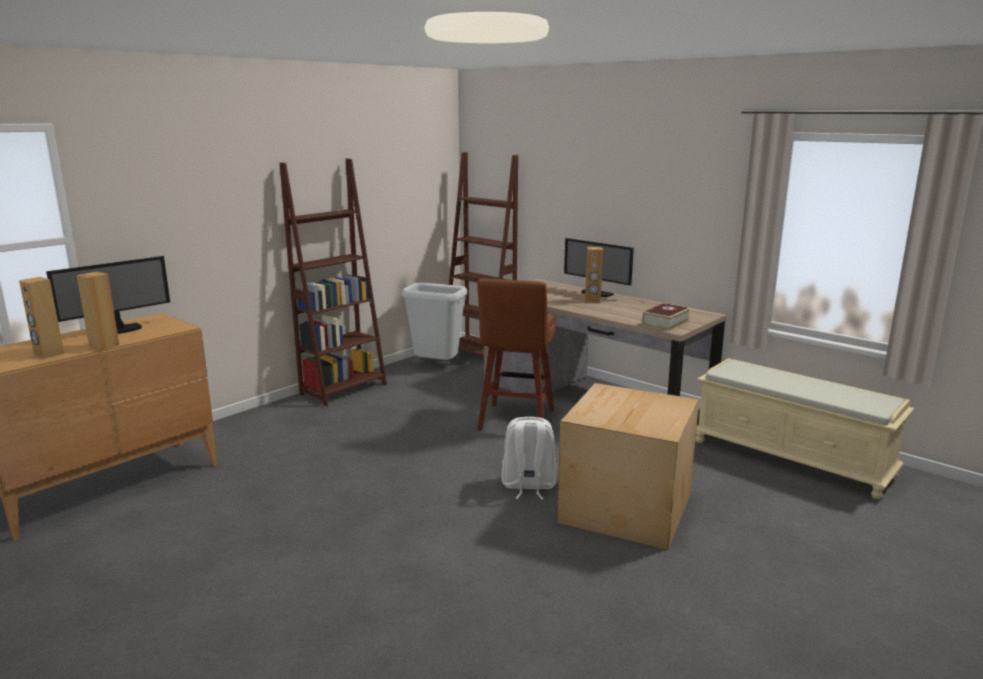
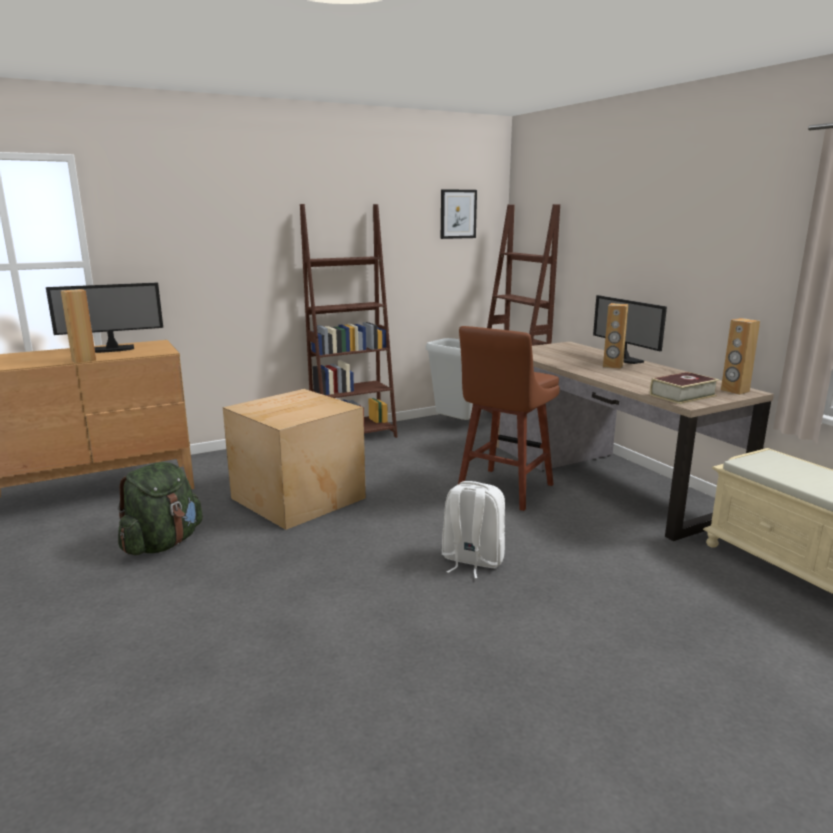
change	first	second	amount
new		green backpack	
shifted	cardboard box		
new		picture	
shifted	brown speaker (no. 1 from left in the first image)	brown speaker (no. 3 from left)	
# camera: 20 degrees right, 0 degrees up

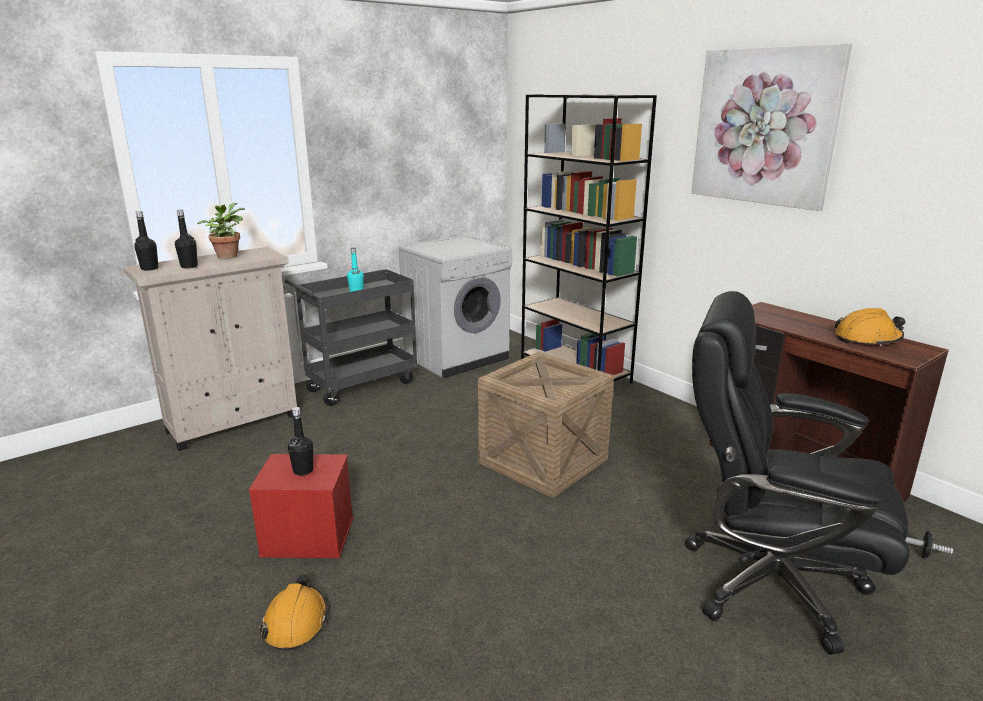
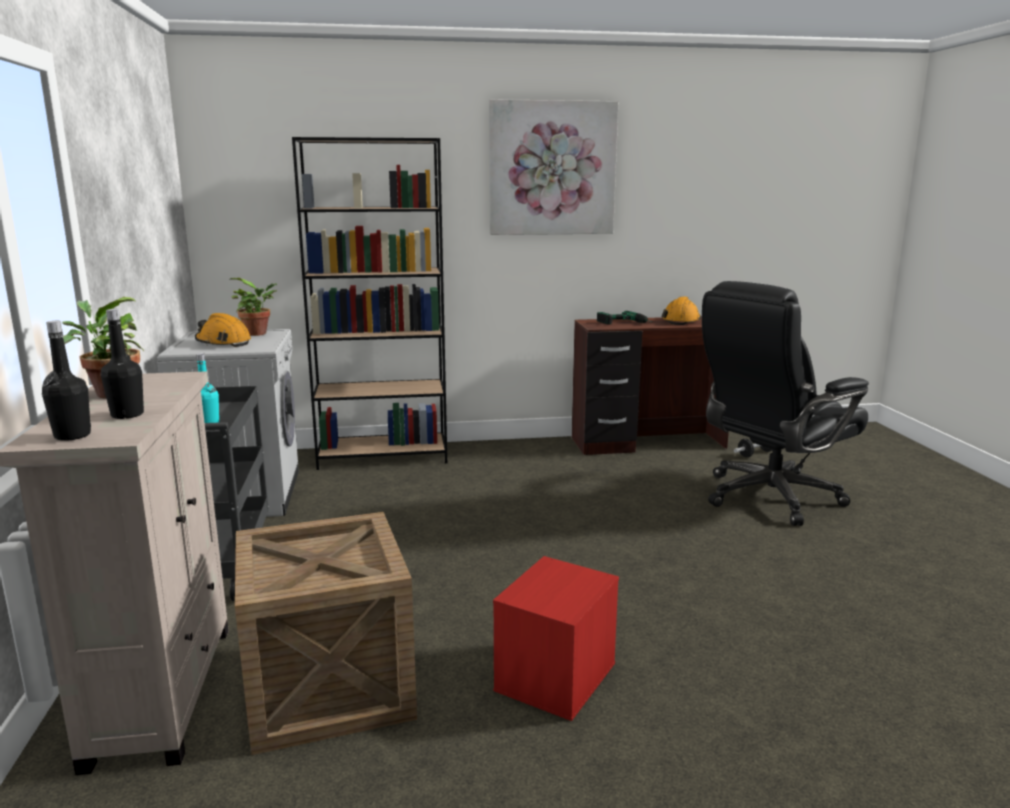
change	first	second	amount
shifted	orange hard hat (no. 1 from left)		
new		potted plant (no. 2 from left)	
shifted	crate		
new		power drill	
gone	black bottle (no. 3 from left)		
# camera: 60 degrees left, 5 degrees down

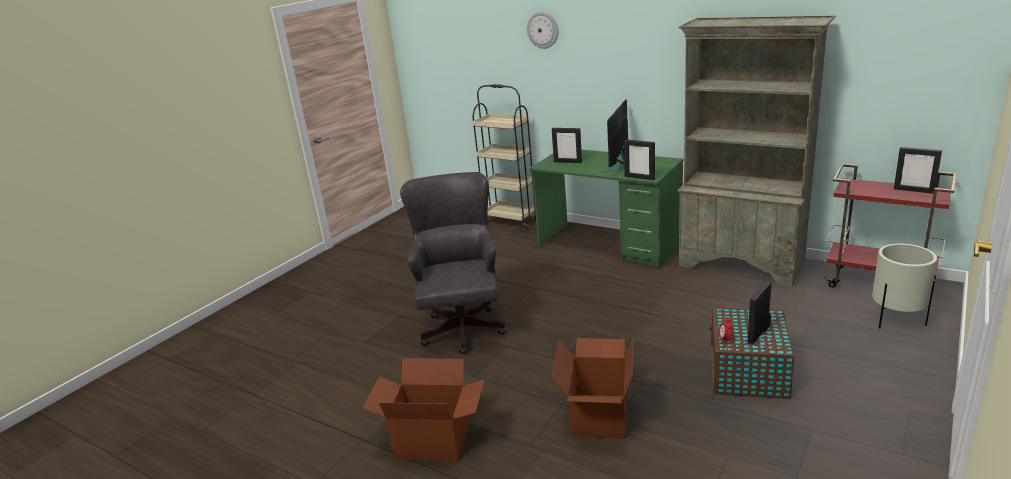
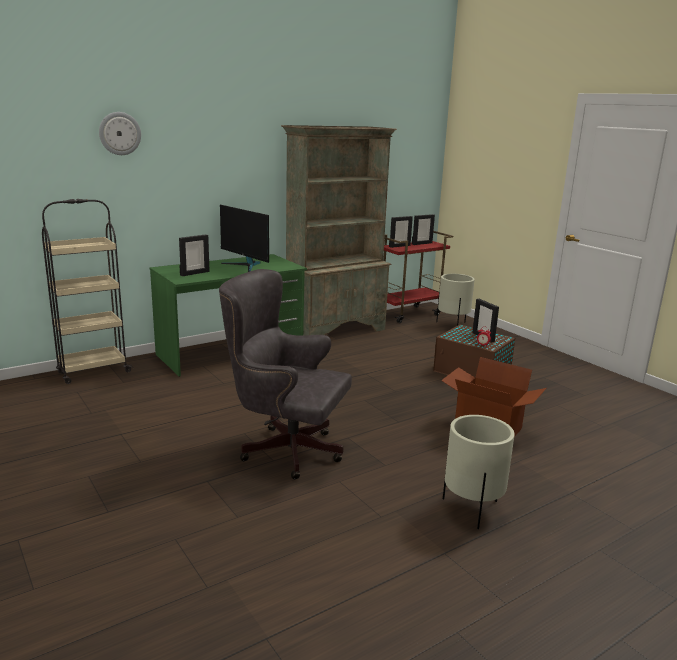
change	first	second	amount
shifted	picture frame (no. 2 from left)		
swapped	cardboard box (no. 1 from left)	beige planter (no. 2 from left)	
# camera: 70 degrees left, 5 degrees down

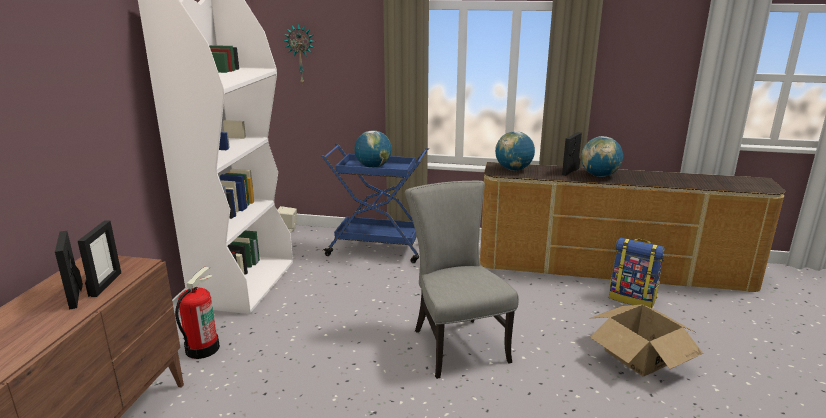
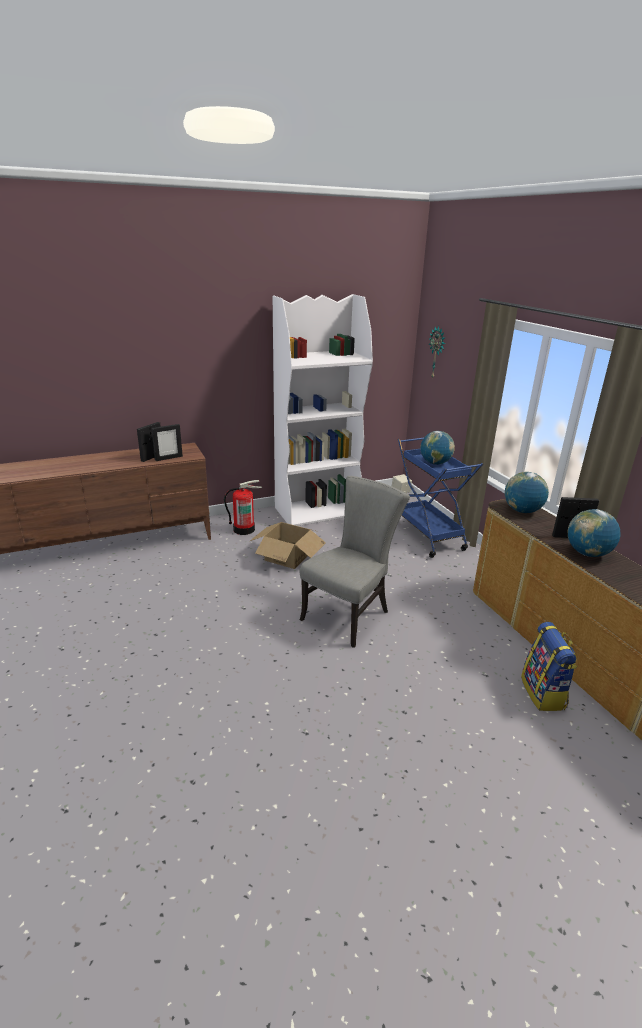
change	first	second	amount
shifted	cardboard box		
# camera: 55 degrees right, 5 degrees up

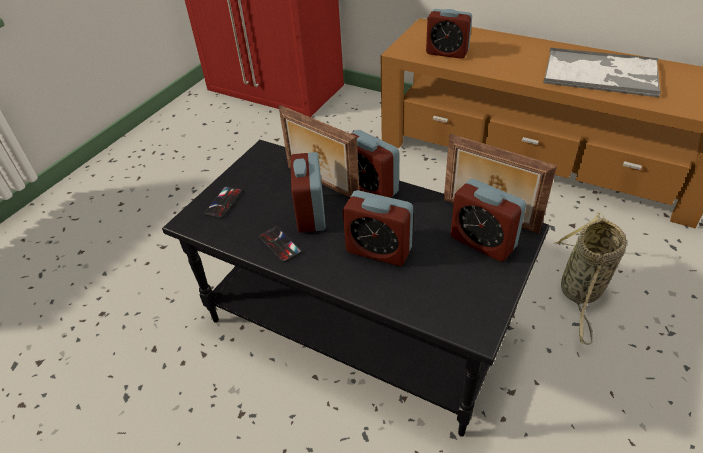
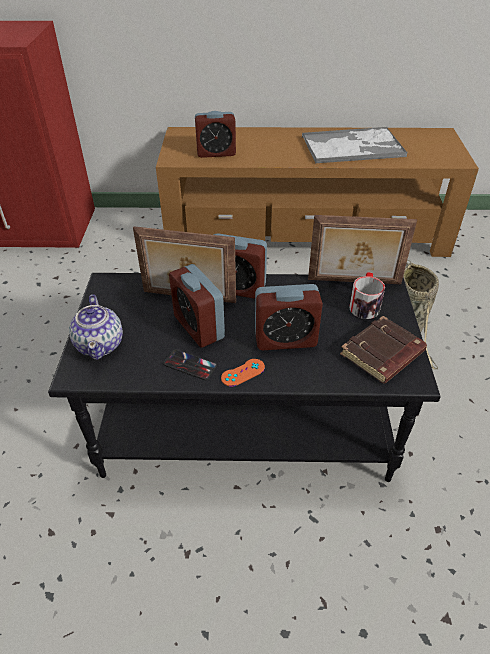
change	first	second	amount
swapped	phone (no. 1 from left)	teapot	
new		orange game controller	
new		brown book	
swapped	alarm clock (no. 5 from left)	mug	
# camera: 30 degrees left, 0 degrees up

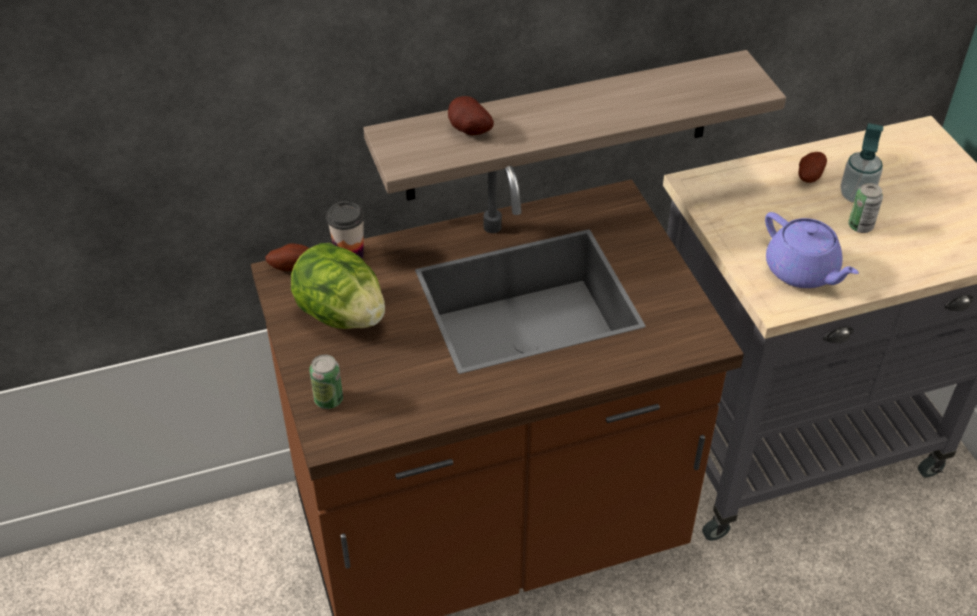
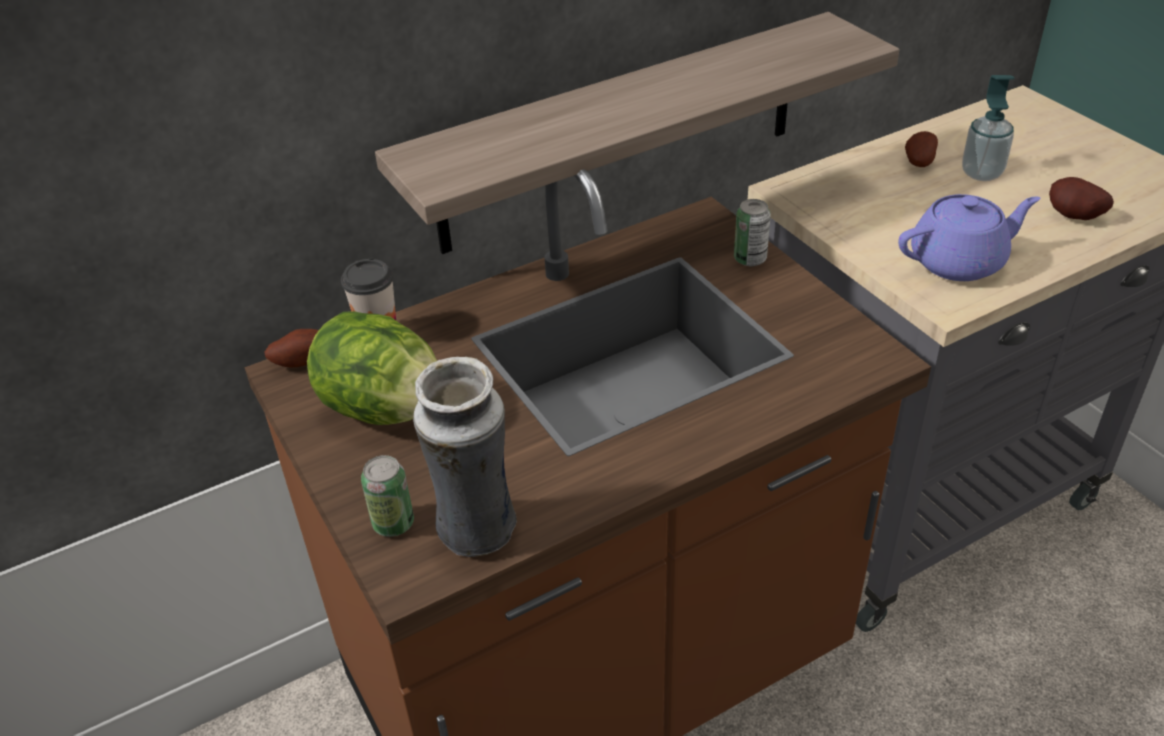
change	first	second	amount
new		vase	
shifted	can (no. 2 from left)		
rotated	purple teapot		60 degrees counterclockwise
shifted	potato (no. 2 from left in the first image)	potato (no. 3 from left)	
# camera: 10 degrees left, 5 degrees down

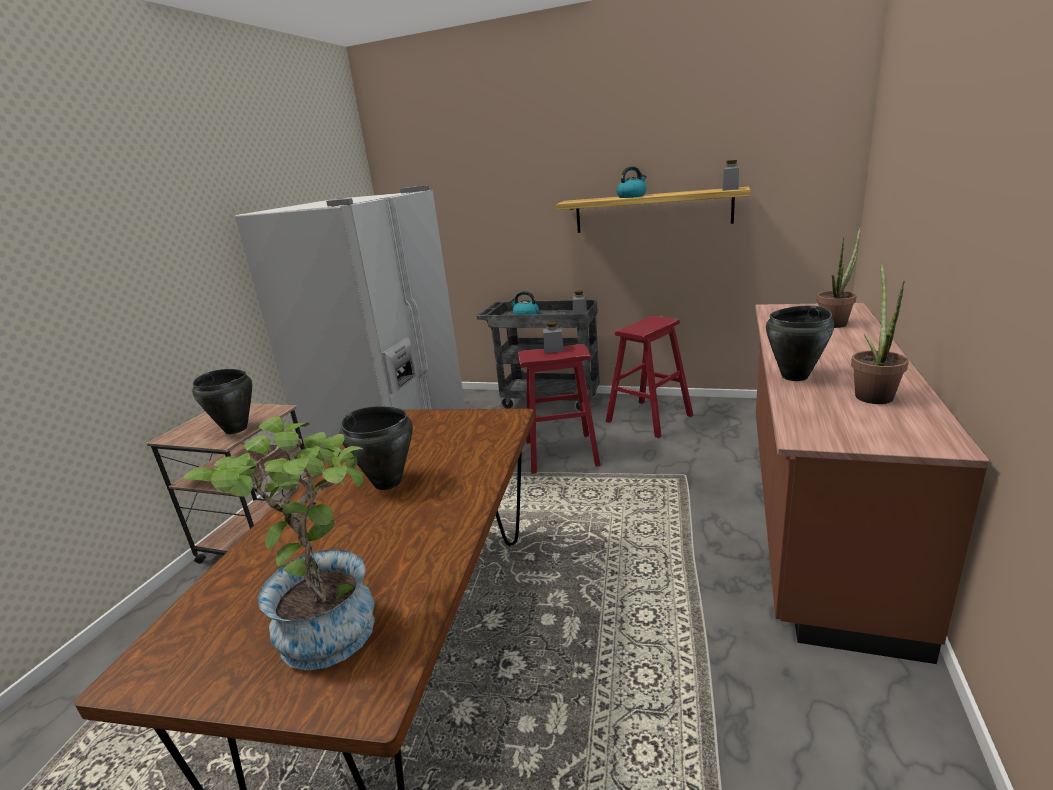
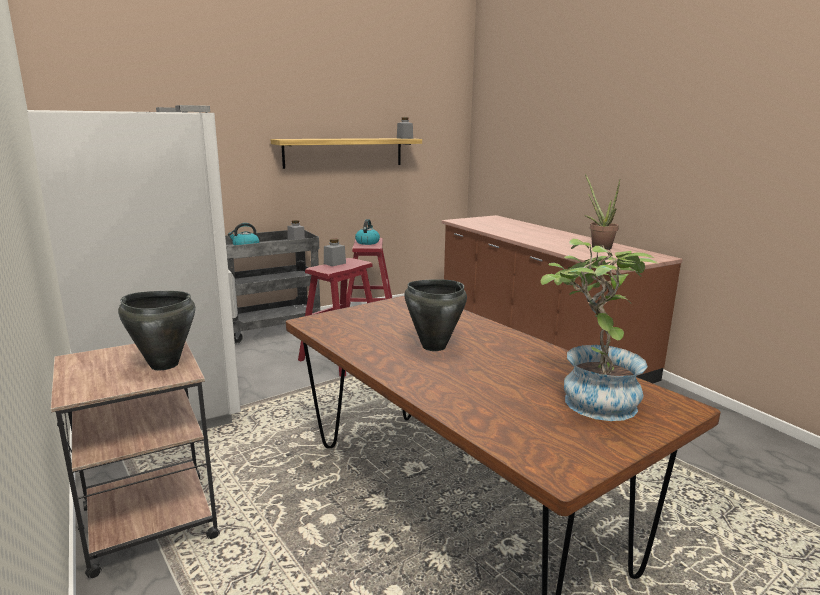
change	first	second	amount
shifted	kettle (no. 2 from left)		
gone	black cooking pot (no. 3 from left)		
gone	potted plant (no. 2 from left)		
# camera: 50 degrees left, 5 degrees down

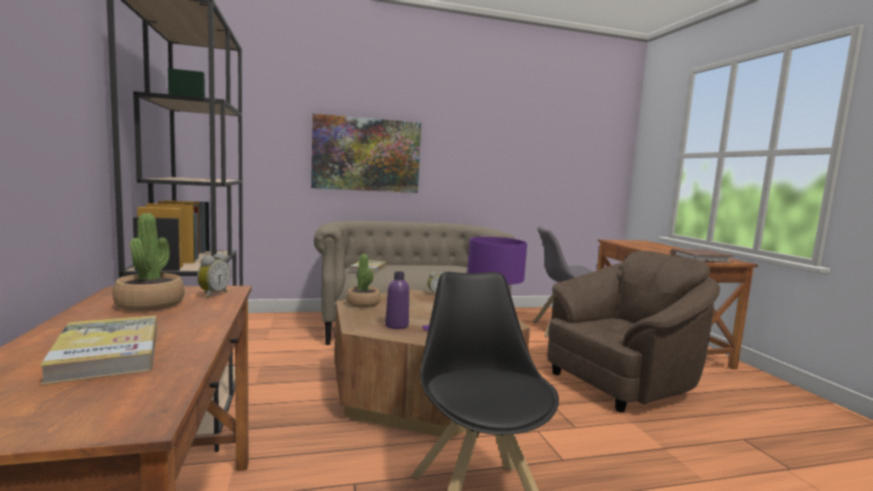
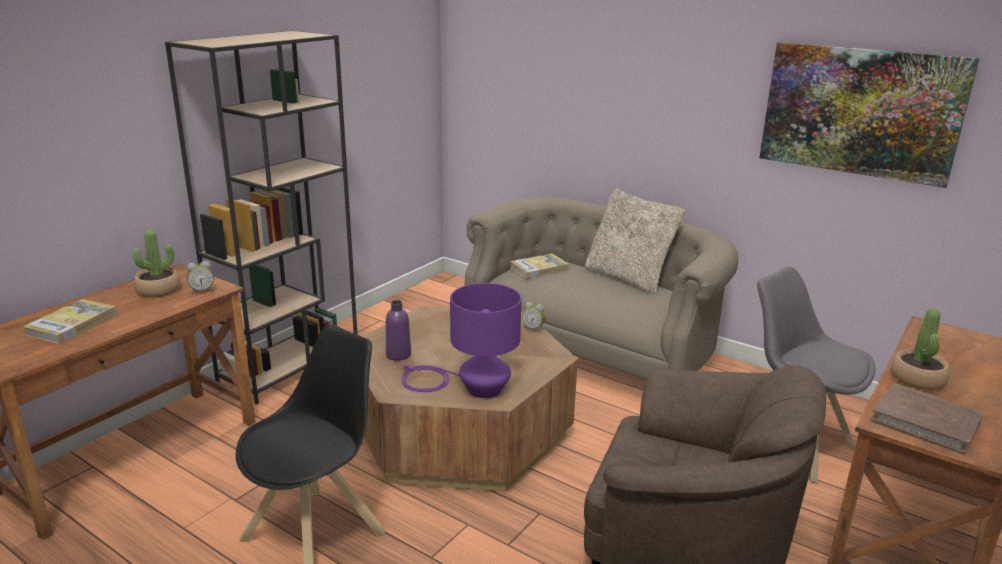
change	first	second	amount
new		beige pillow	
shifted	picture		
shifted	potted plant (no. 2 from left)		
# camera: 50 degrees right, 15 degrees up

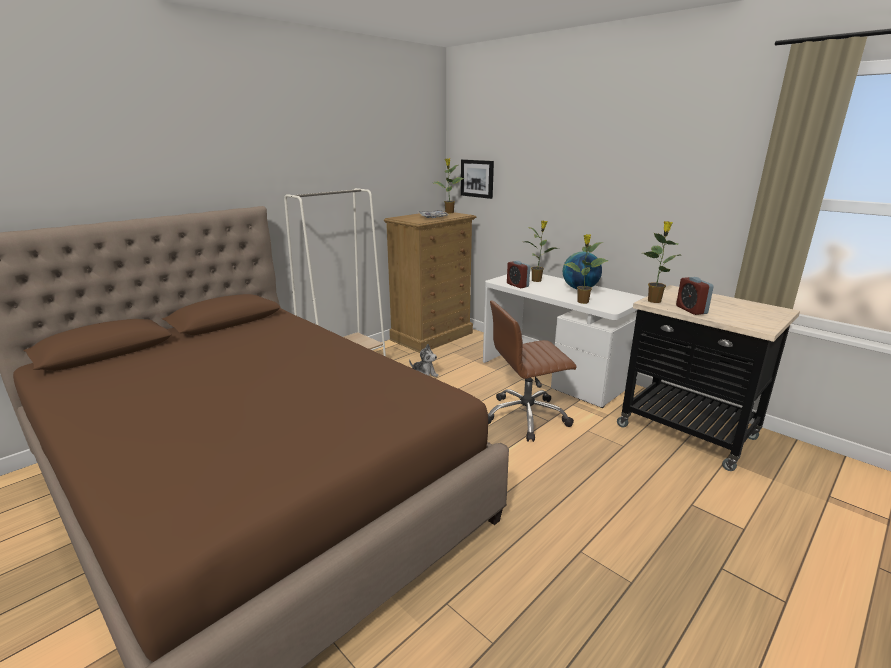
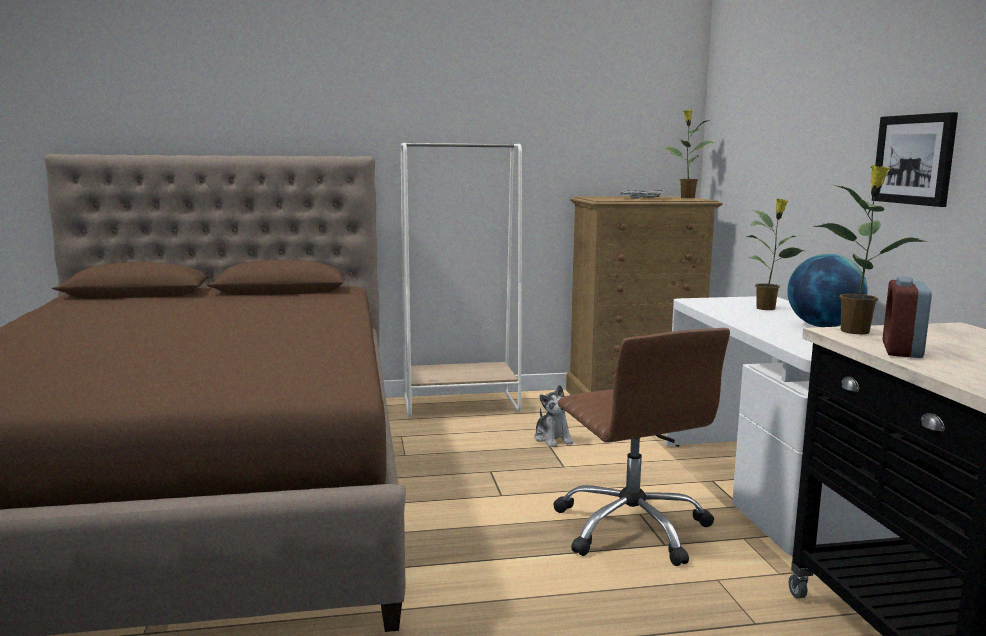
change	first	second	amount
rotated	brown office chair		135 degrees counterclockwise
shifted	picture		
gone	alarm clock (no. 1 from left)		
gone	potted plant (no. 3 from left)		
# camera: 35 degrees right, 10 degrees down

